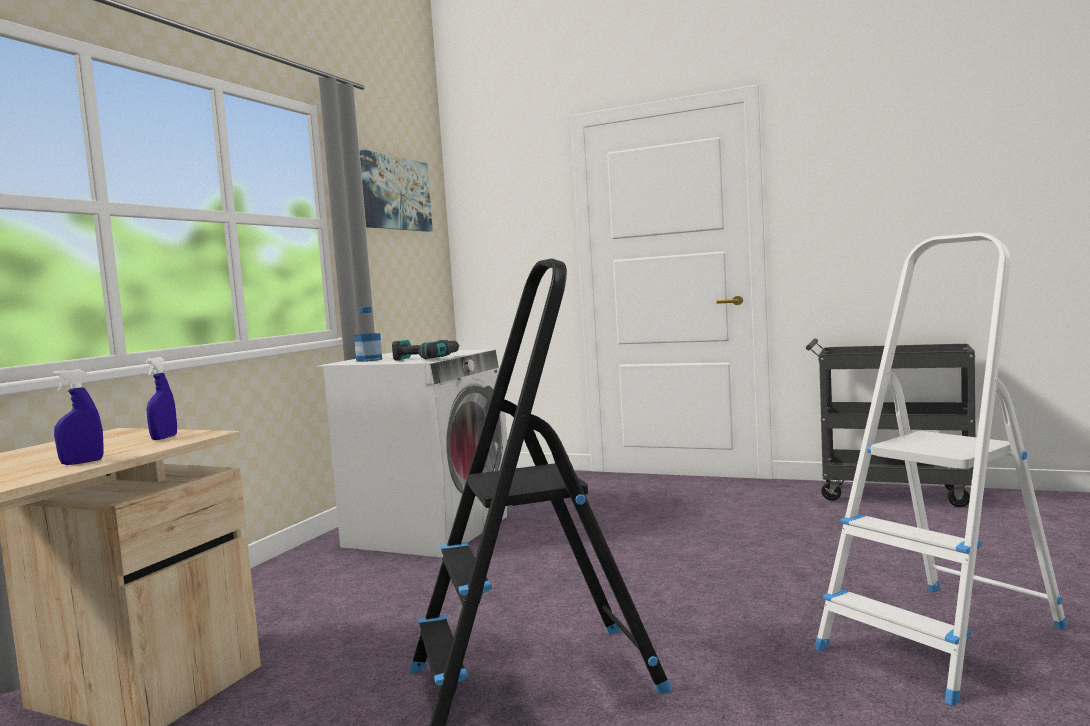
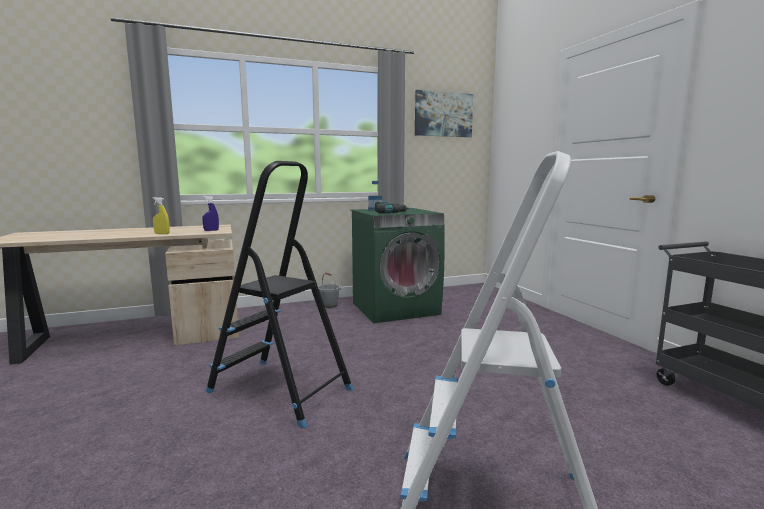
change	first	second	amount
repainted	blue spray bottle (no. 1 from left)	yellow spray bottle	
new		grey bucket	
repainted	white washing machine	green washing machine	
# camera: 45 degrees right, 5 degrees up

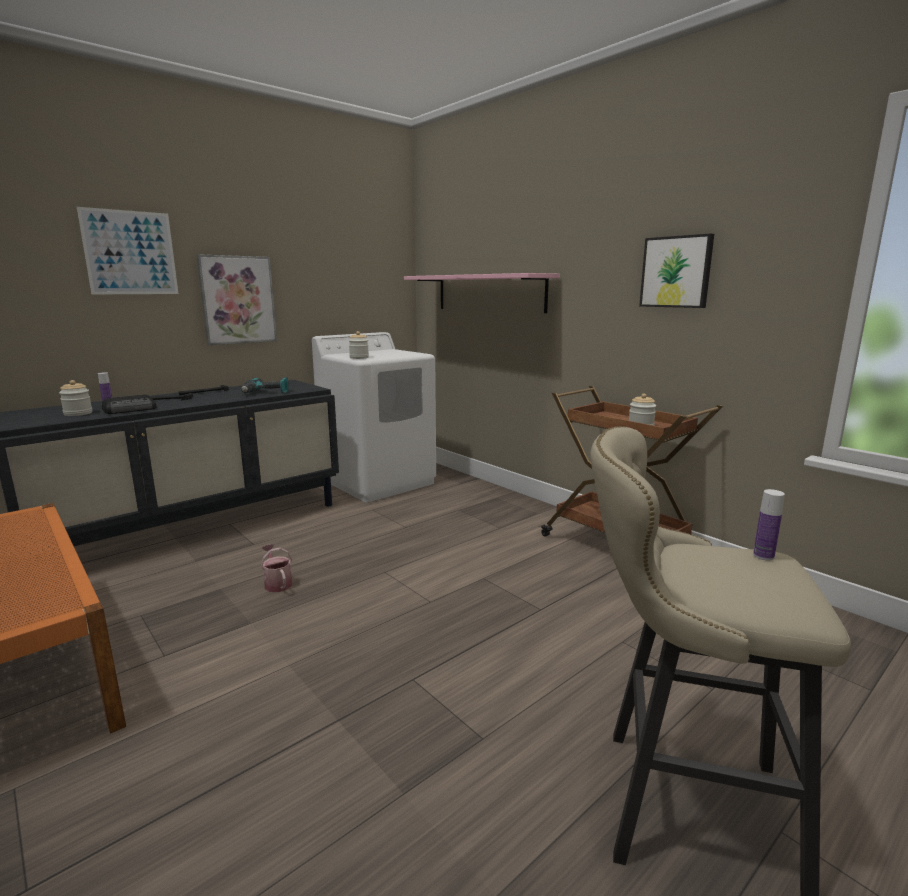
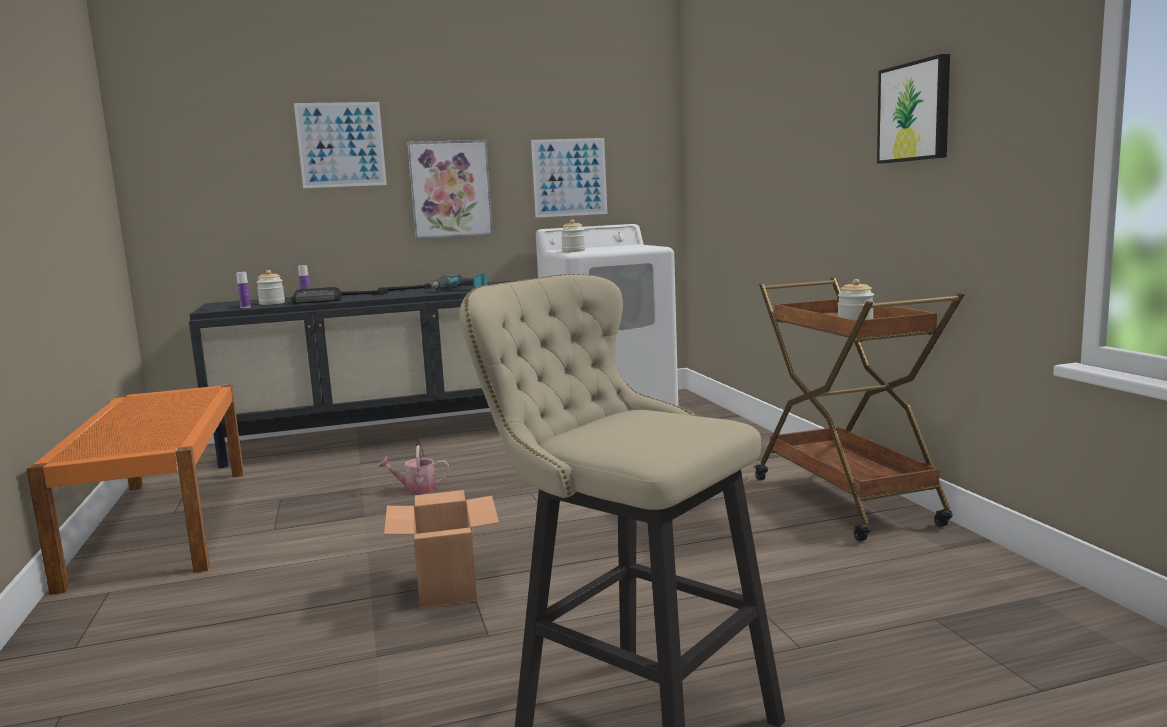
change	first	second	amount
shifted	bottle (no. 2 from left in the first image)	bottle (no. 1 from left)	
rotated	watering can		90 degrees counterclockwise
new		cardboard box	
new		picture (no. 3 from left)	
gone	pink shelf		
# camera: 25 degrees right, 5 degrees down

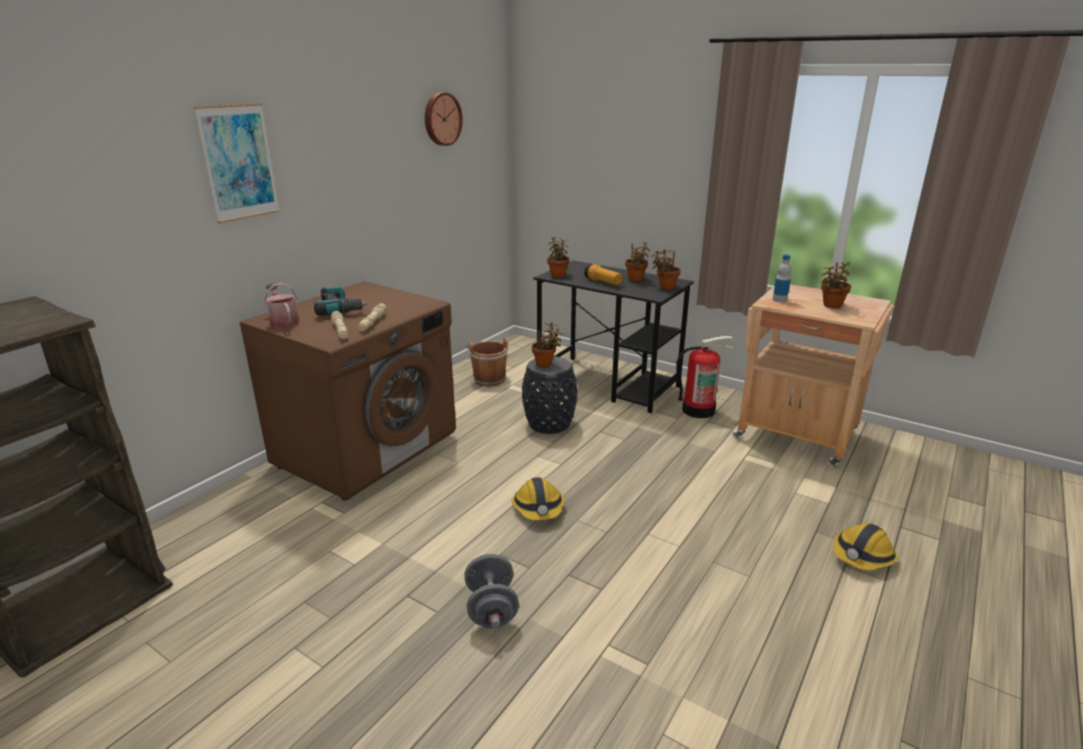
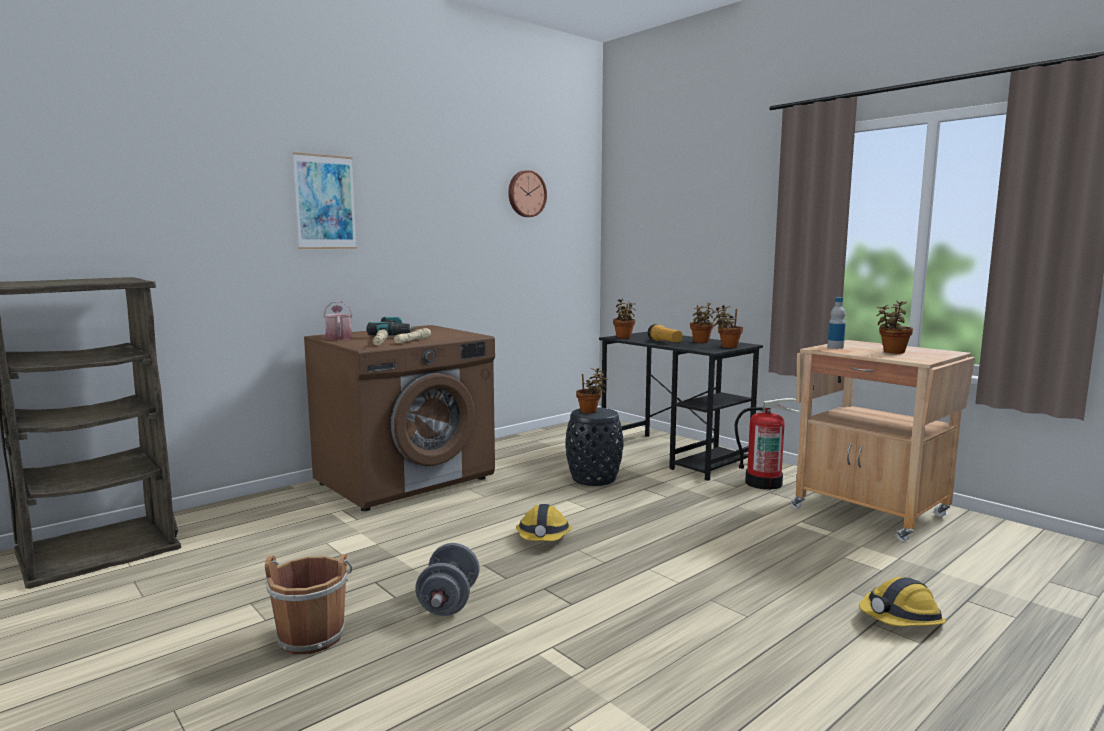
change	first	second	amount
shifted	brown bucket		
# camera: 15 degrees right, 15 degrees down

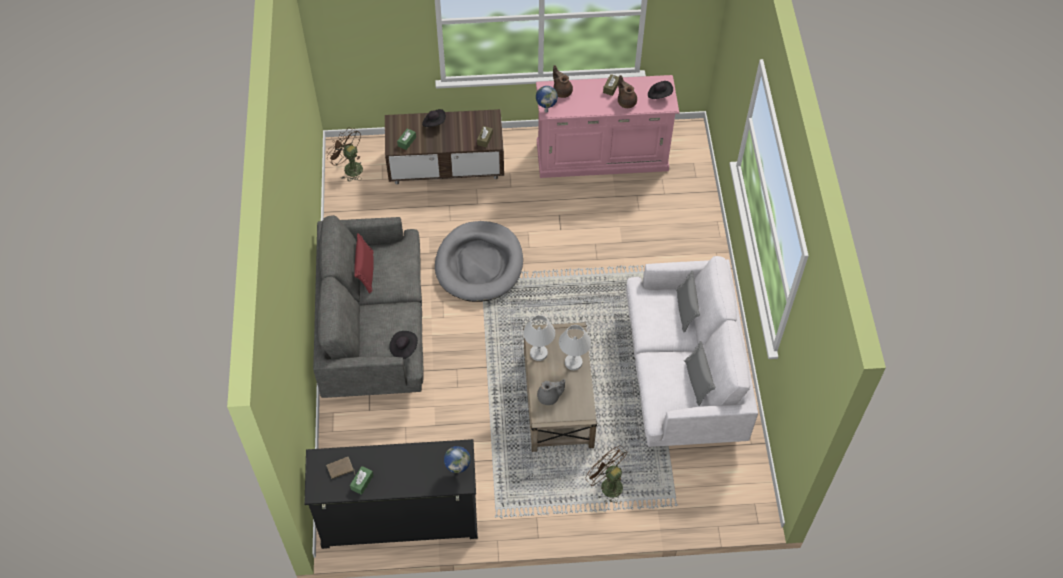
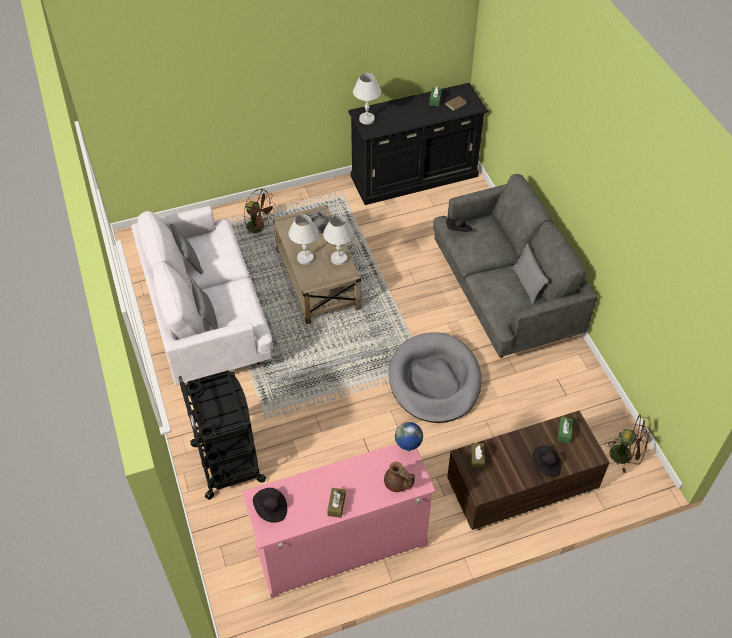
change	first	second	amount
new		black cart	
swapped	globe (no. 1 from left)	white table lamp (no. 3 from left)	
repainted	red pillow	grey pillow (no. 3 from left)	
gone	brown teapot (no. 2 from left)		
# camera: 165 degrees right, 5 degrees down

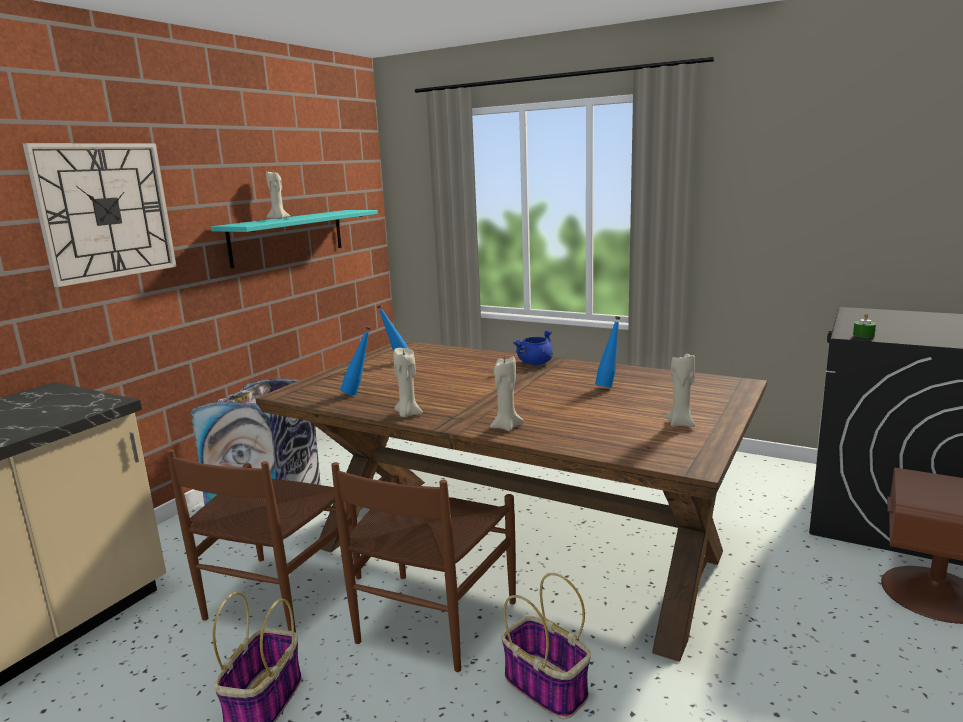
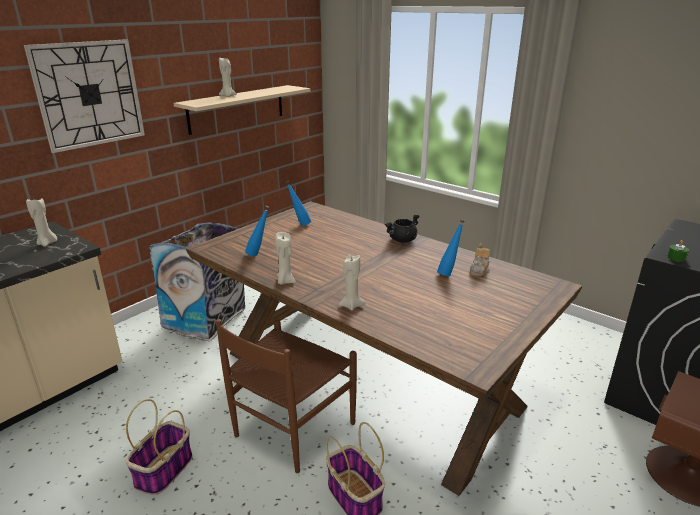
change	first	second	amount
shifted	beige candle (no. 4 from left in the first image)	beige candle (no. 1 from left)	
repainted	turquoise shelf	beige shelf	
repainted	blue cooking pot	black cooking pot	
new		teapot	
gone	brown chair (no. 1 from left)		
# camera: 10 degrees right, 10 degrees up

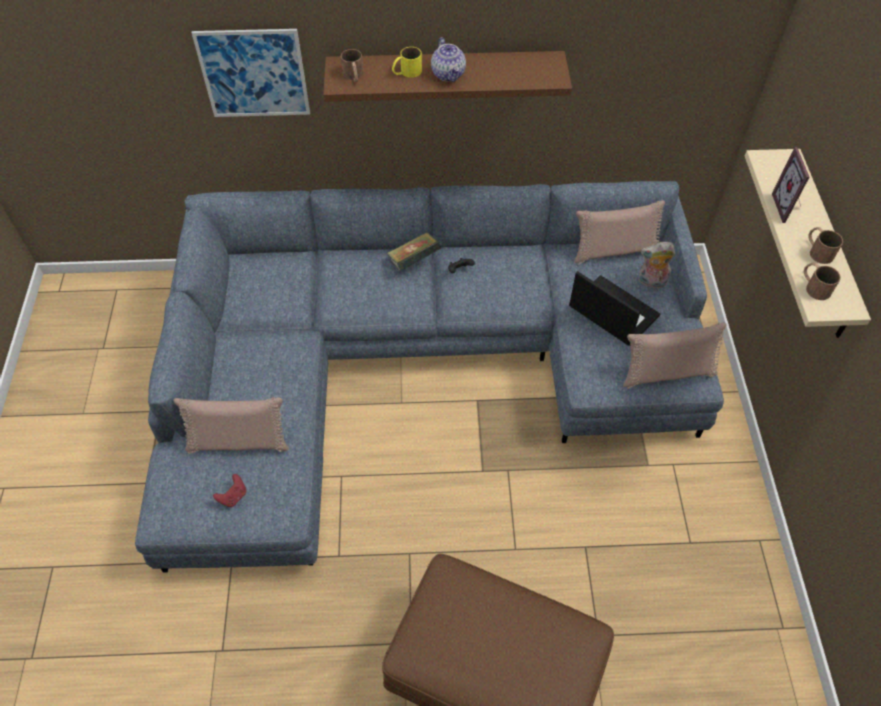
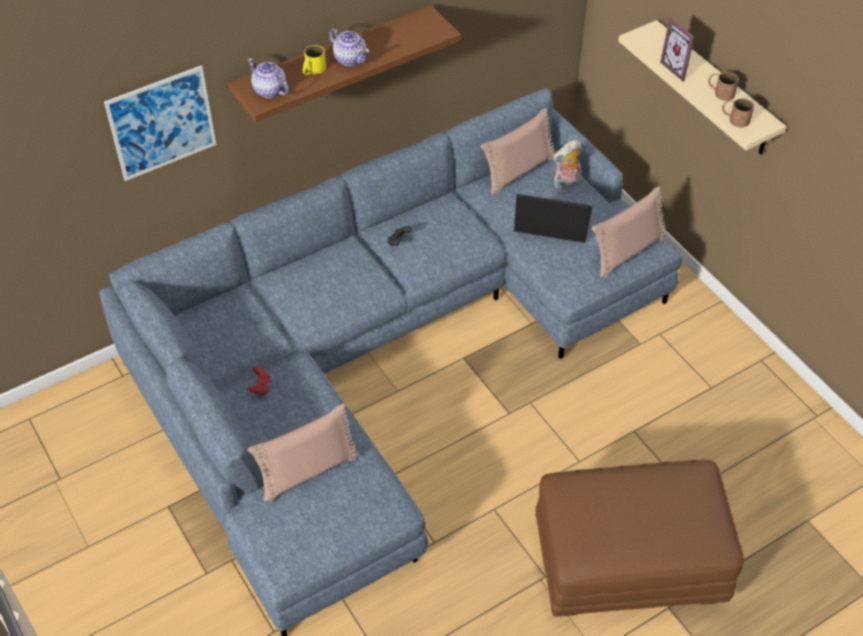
change	first	second	amount
swapped	brown mug (no. 1 from left)	teapot (no. 1 from left)	
shifted	red game controller		
gone	book		
# camera: 30 degrees left, 5 degrees down

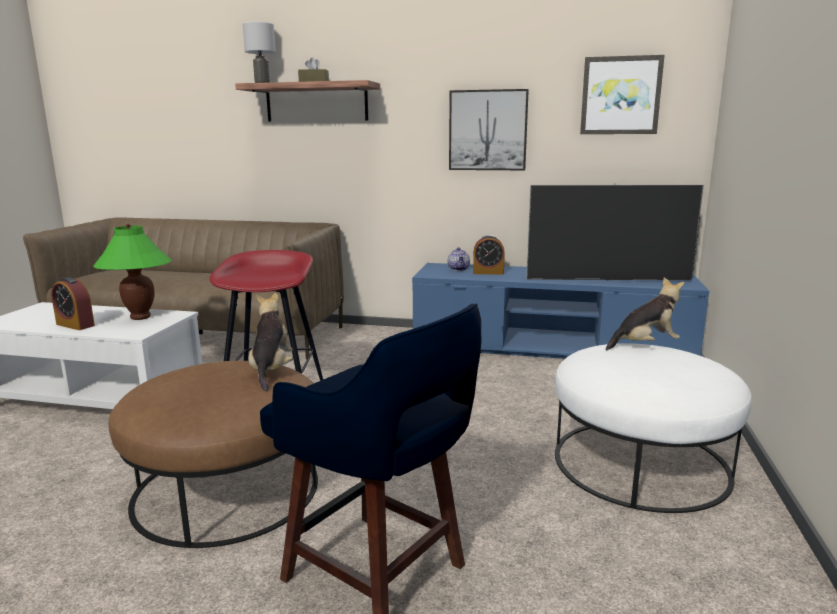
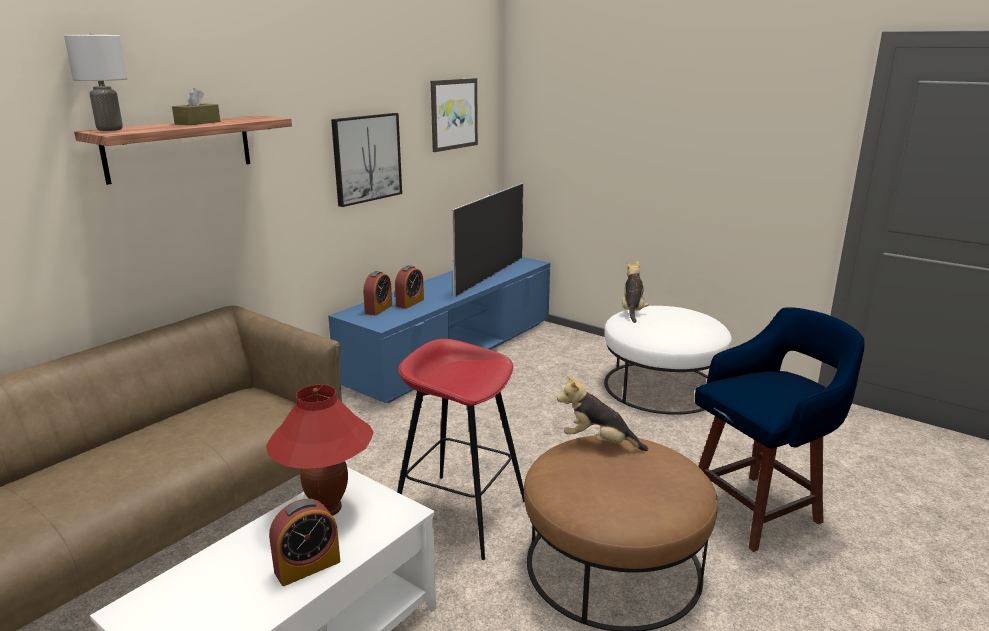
change	first	second	amount
repainted	green table lamp	red table lamp	
swapped	teapot	alarm clock (no. 2 from left)	
# camera: 65 degrees left, 5 degrees up

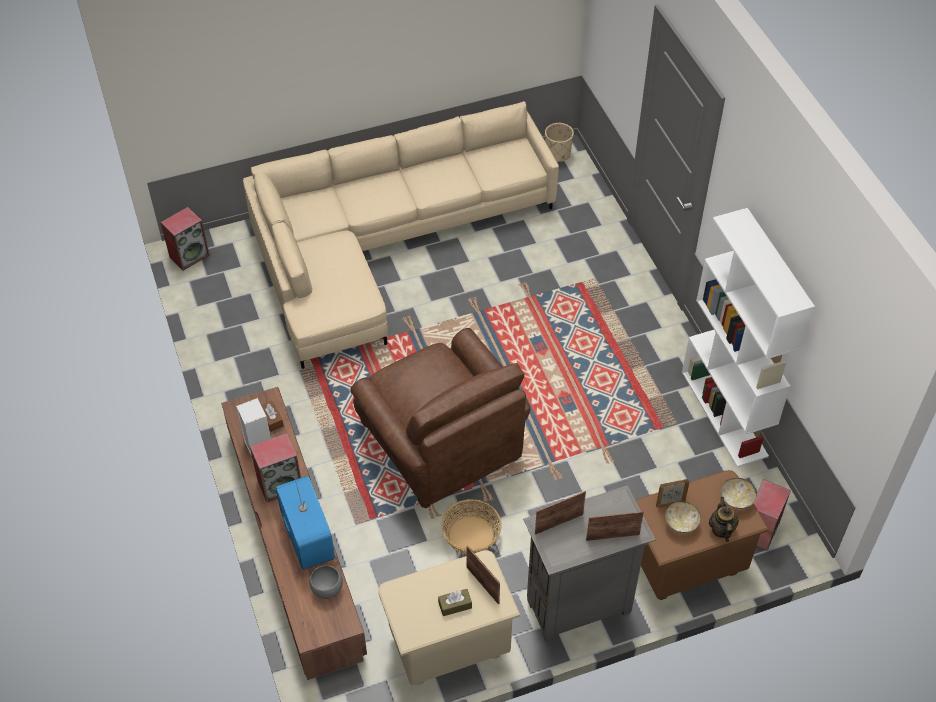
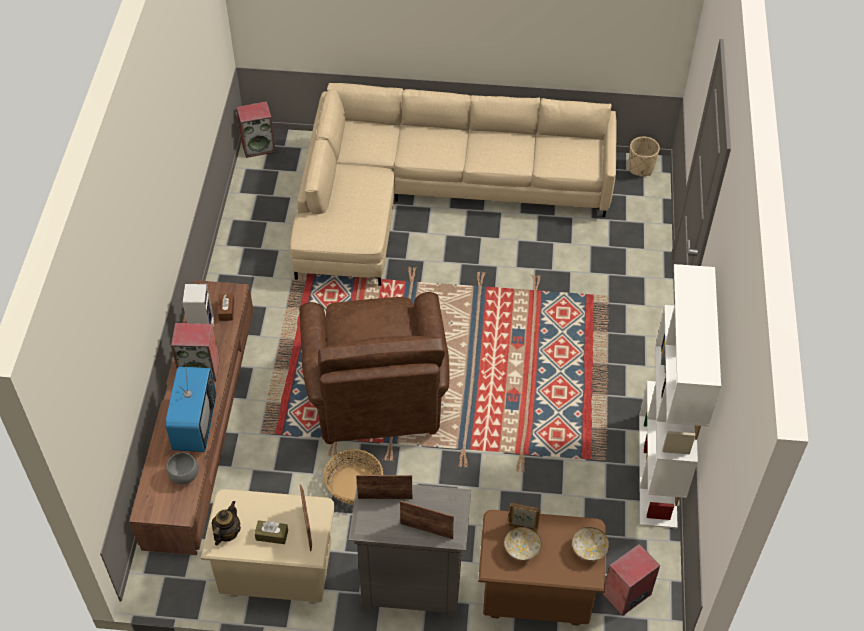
change	first	second	amount
shifted	teapot		
# camera: 25 degrees right, 0 degrees up

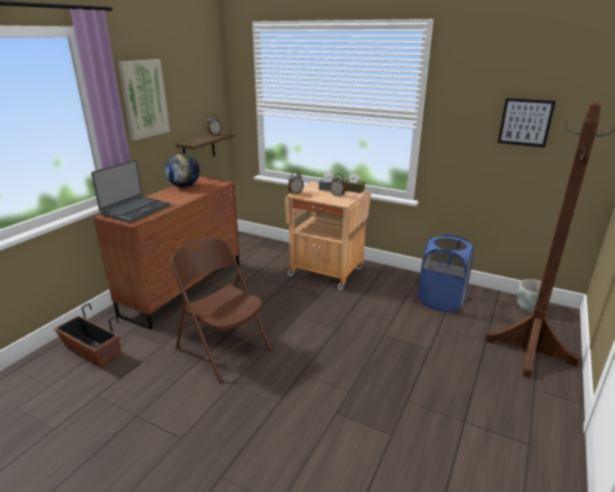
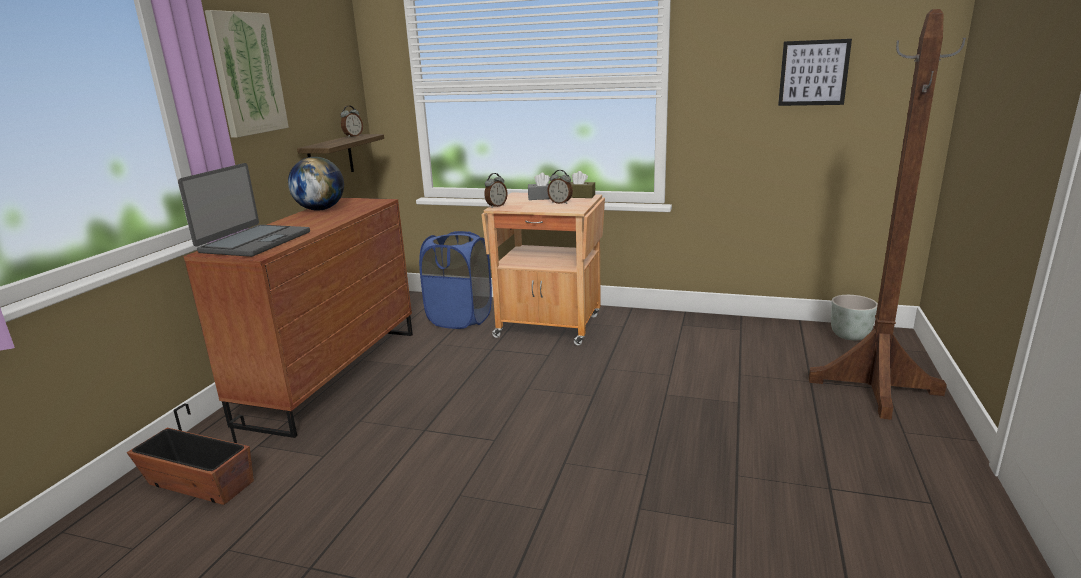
change	first	second	amount
shifted	blue laundry basket		
gone	brown chair		
# camera: 10 degrees left, 5 degrees down

